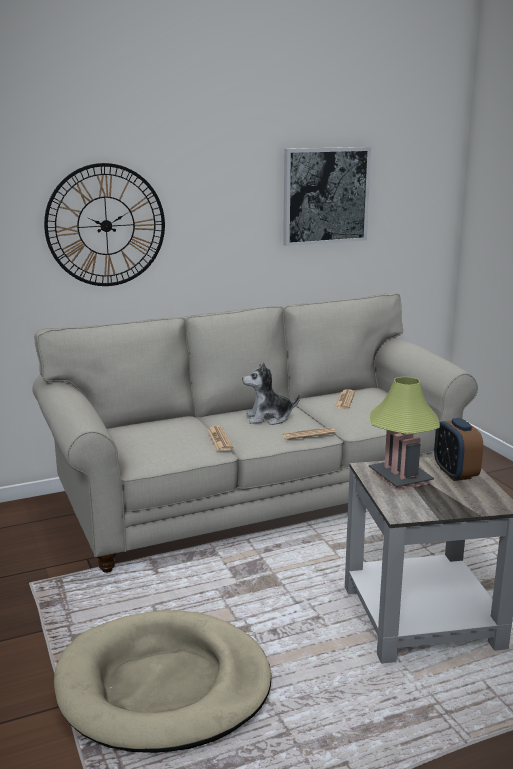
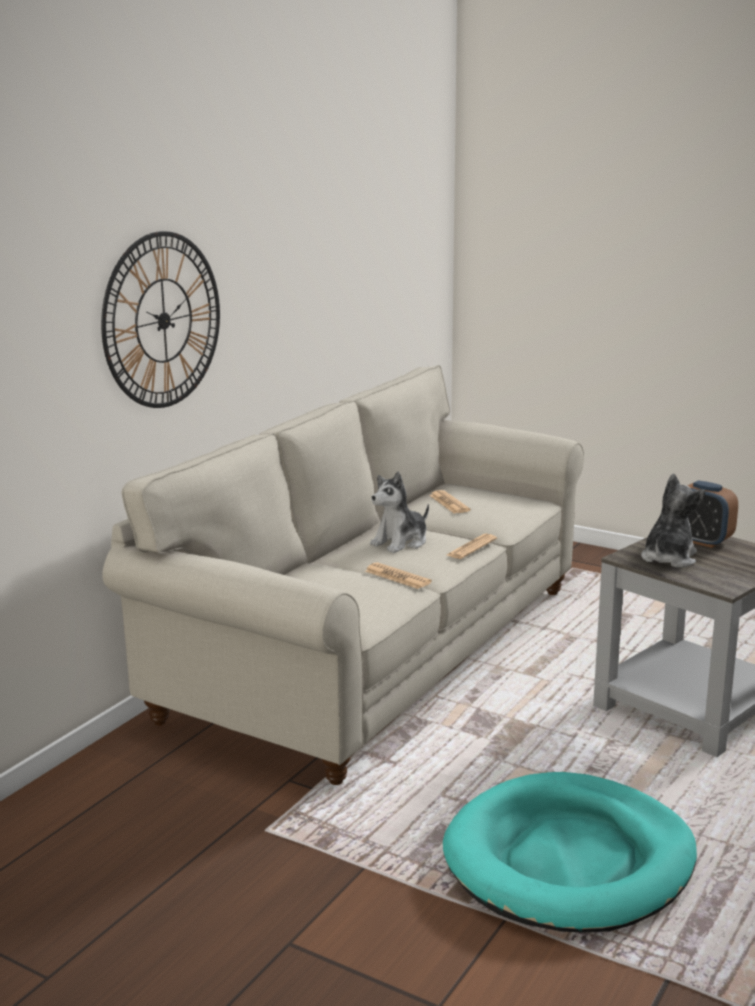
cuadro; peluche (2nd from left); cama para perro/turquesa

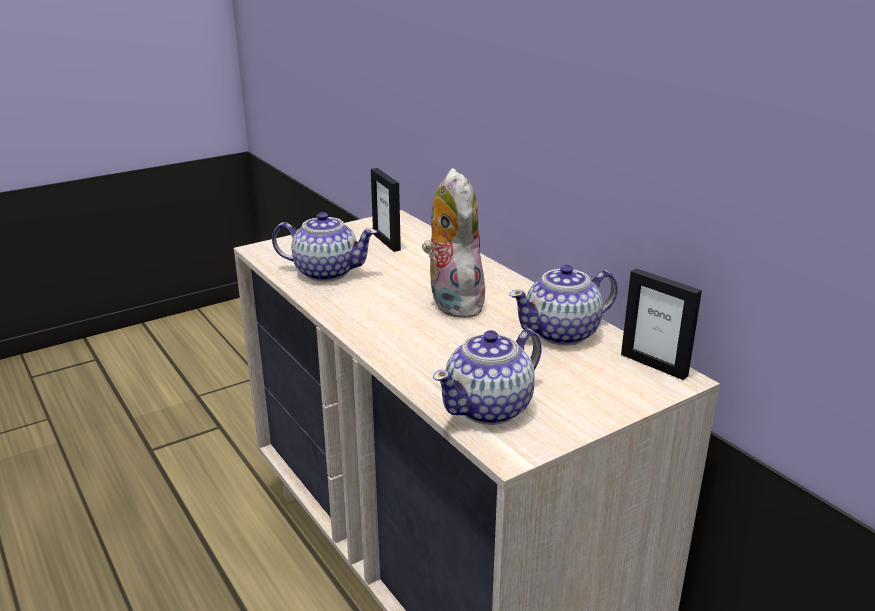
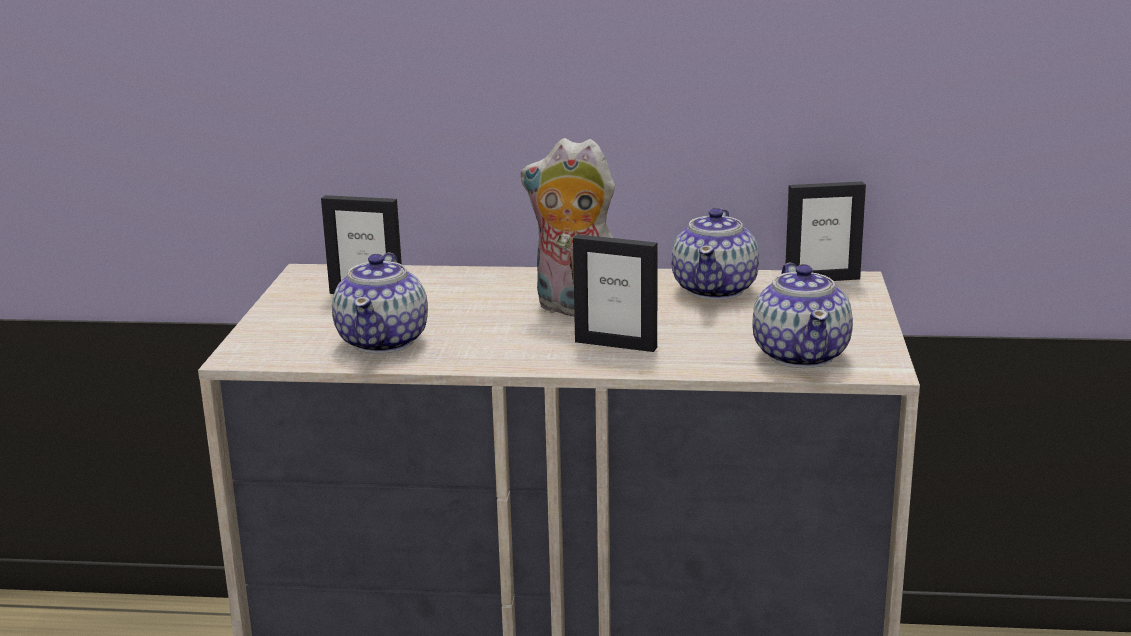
portarretratos (2nd from left); tetera (1st from left)

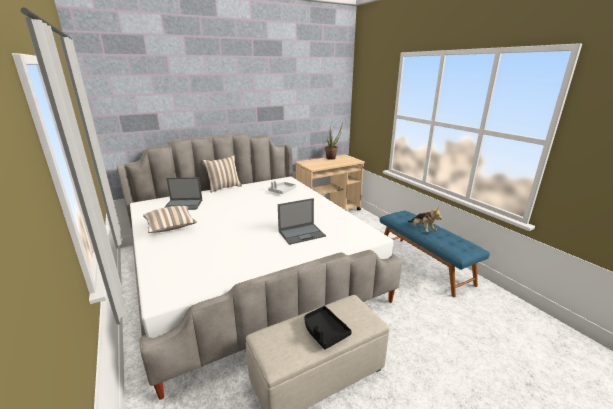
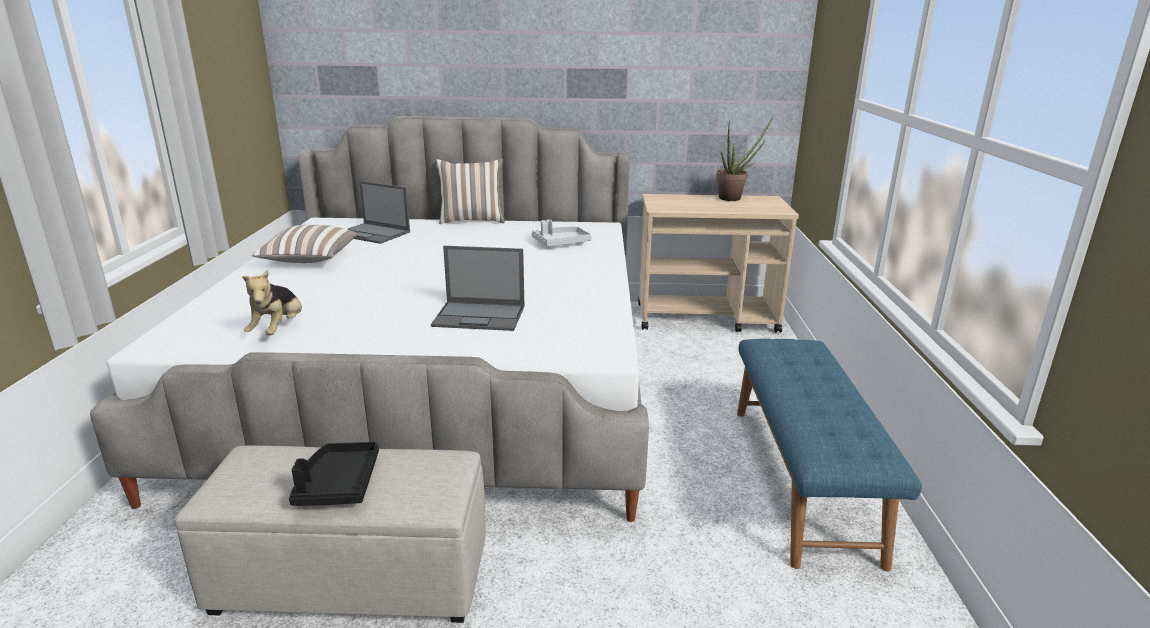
peluche

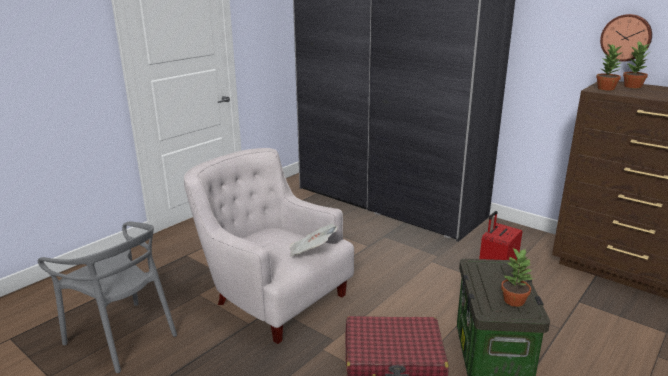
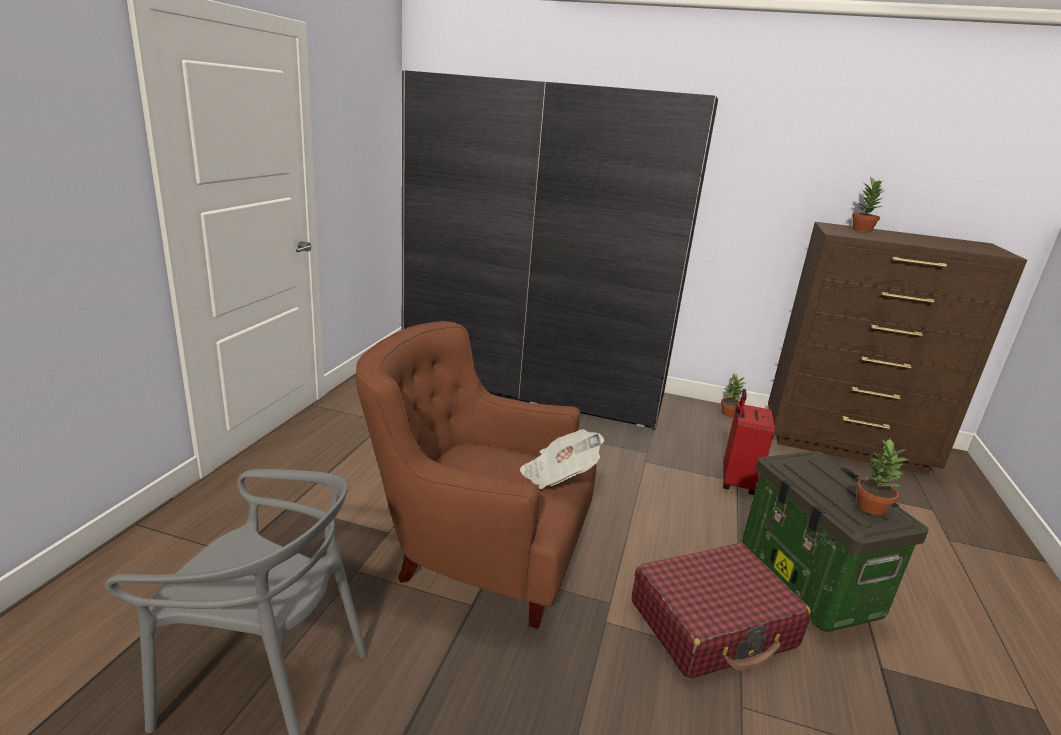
reloj de pared; planta en maceta (1st from left); sillón/marrón

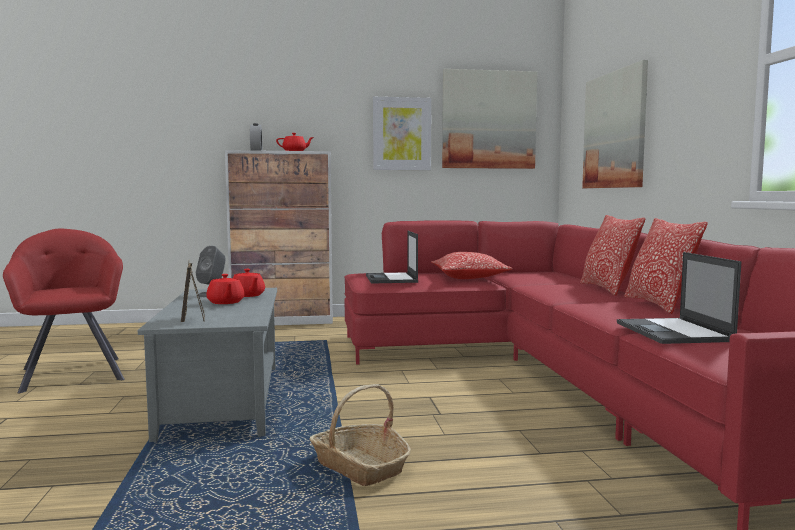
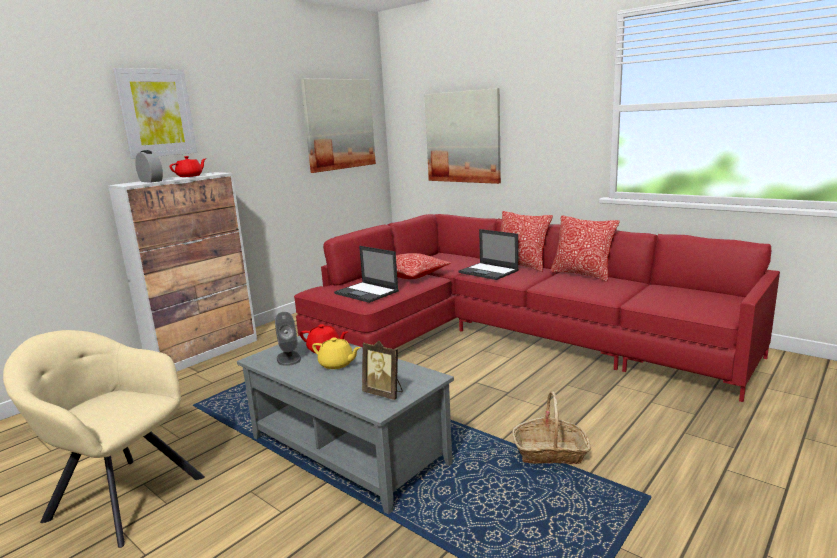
cuadro (1st from left); portátil (2nd from left); sillón/beis; tetera/amarillo

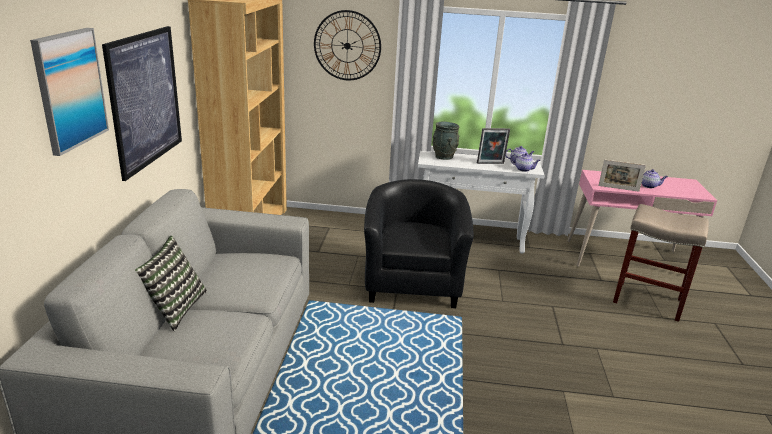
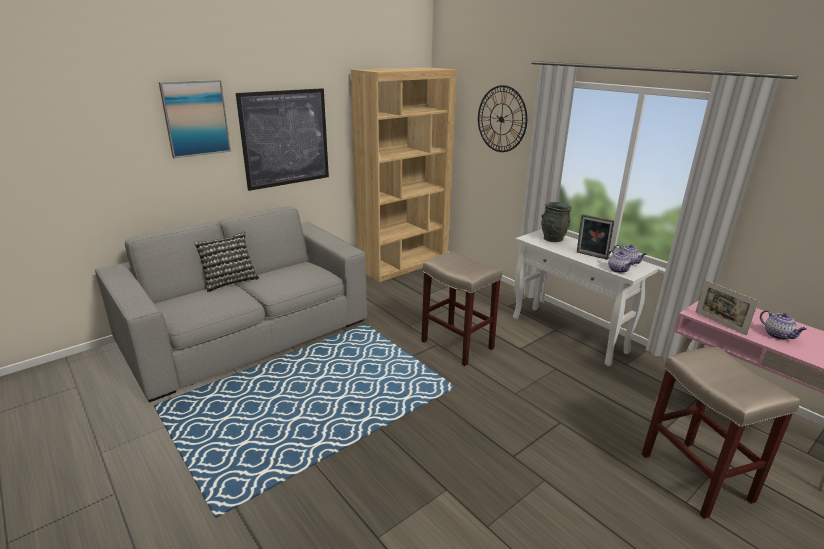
taburete/beis (1st from left)

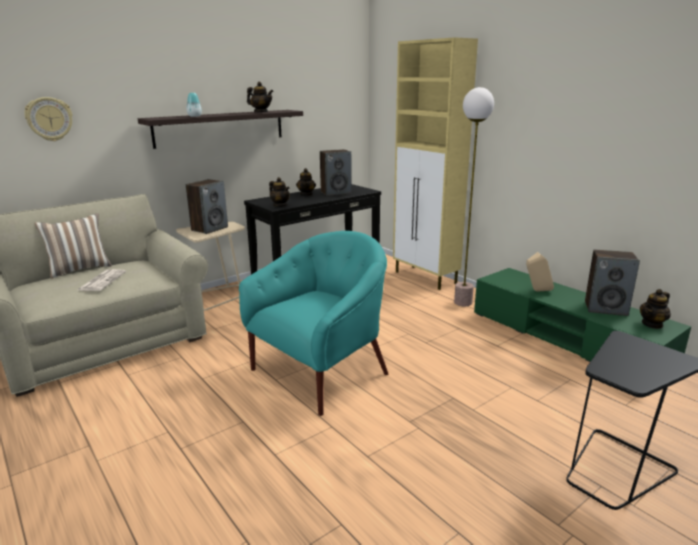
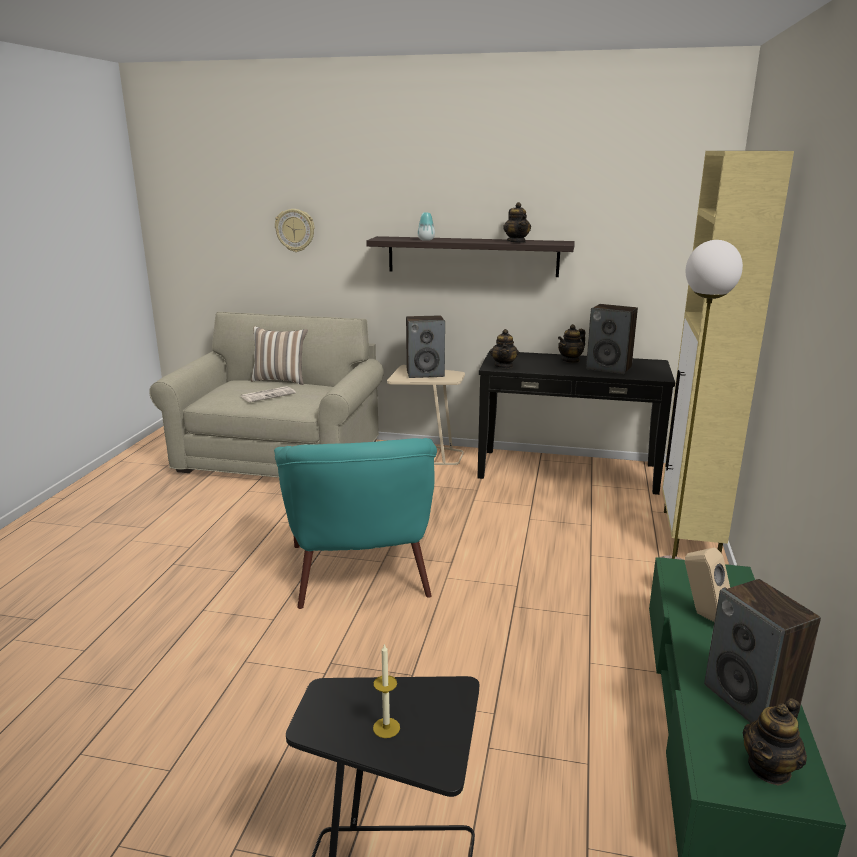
vela; sillón/turquesa; tetera (4th from left)

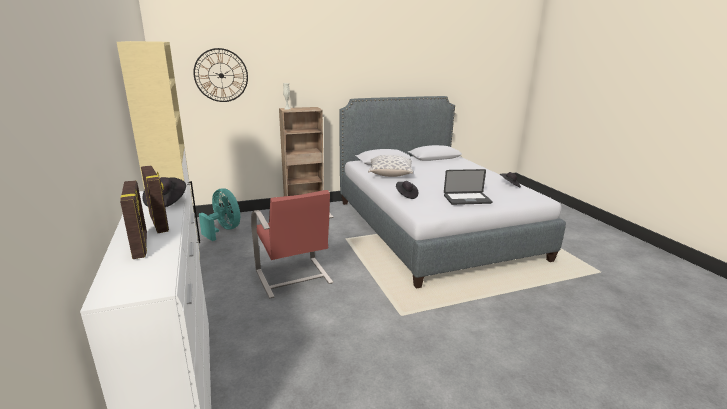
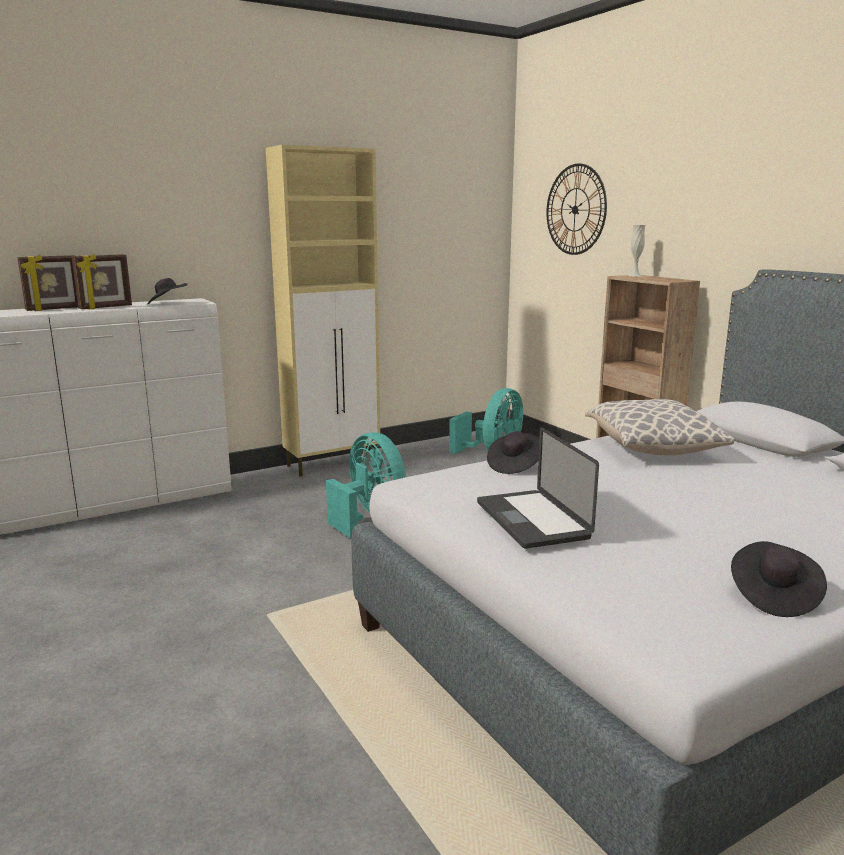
ventilador/turquesa (1st from left)

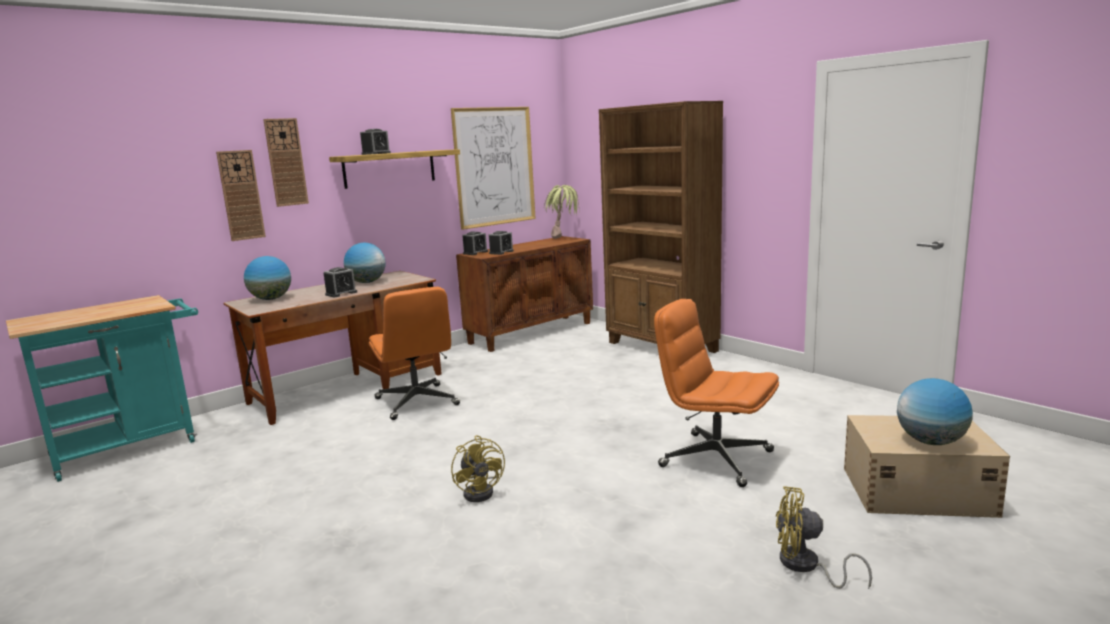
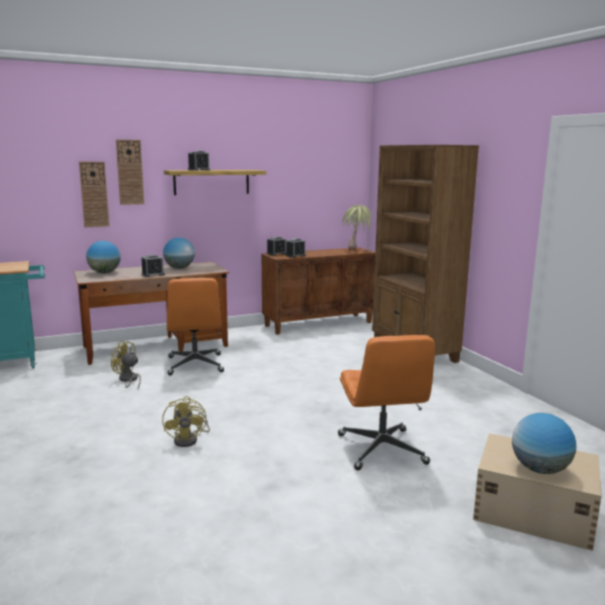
cuadro; ventilador/amarillo (1st from left); silla de oficina/naranja (2nd from left)

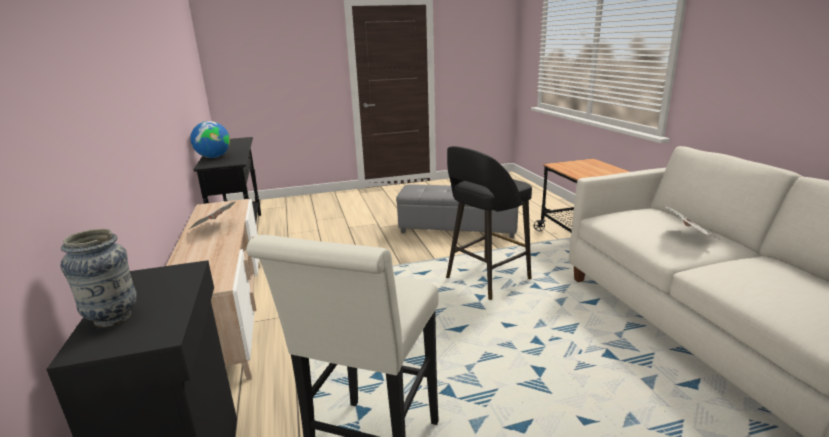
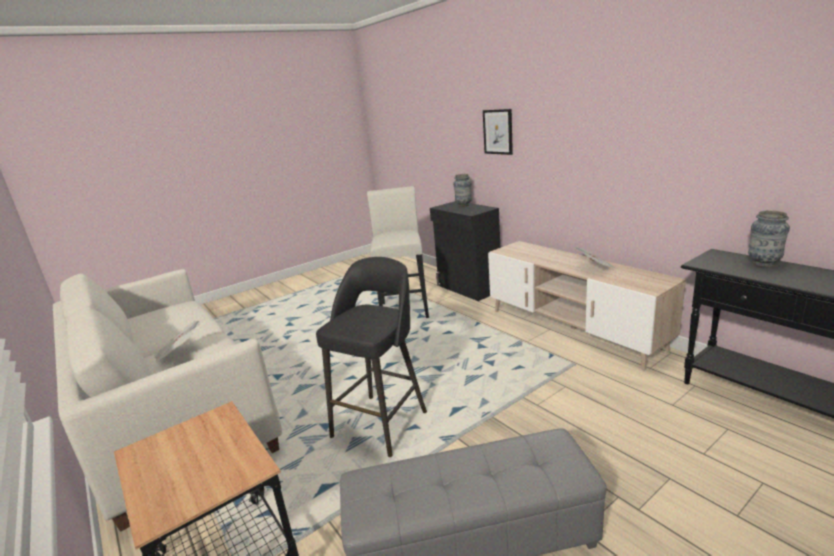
cuadro; florero (2nd from left)

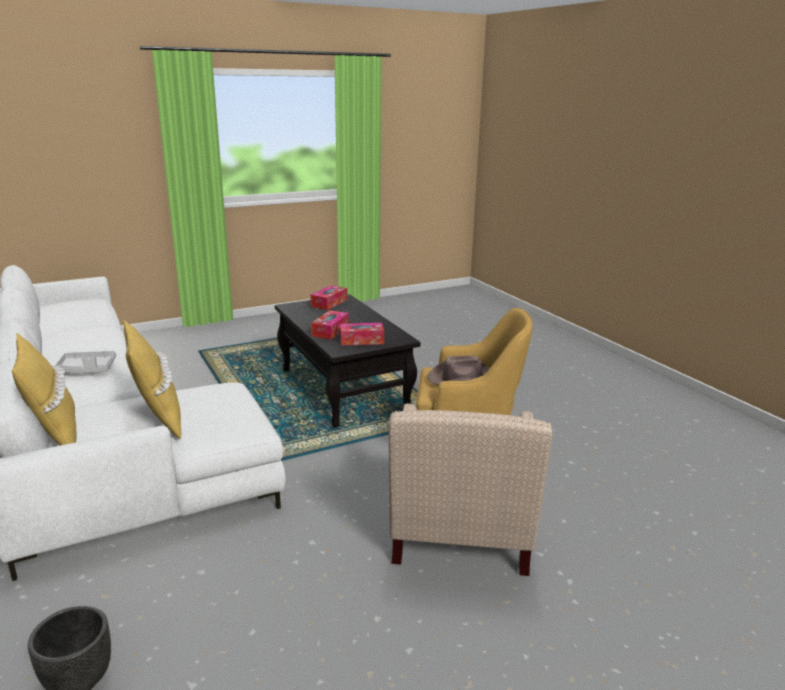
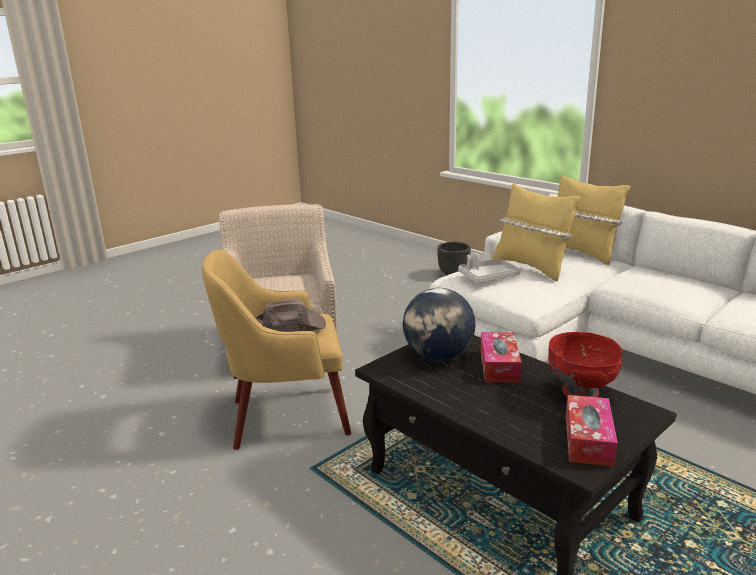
cuenco/rojo; bandeja/gris; globo terráqueo

